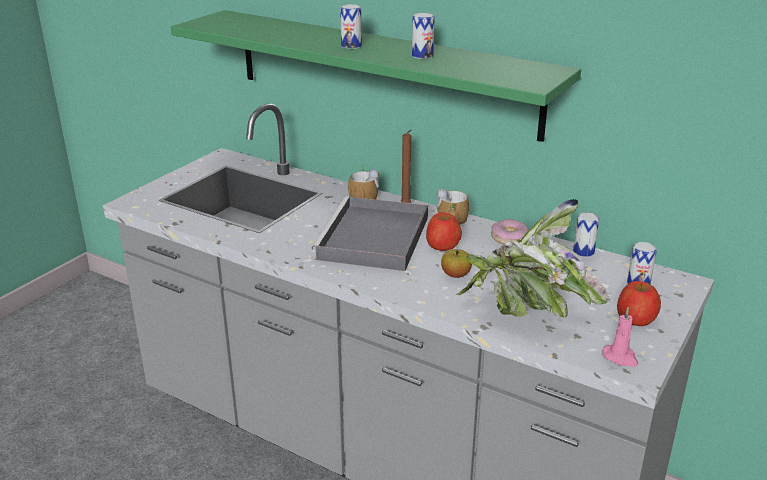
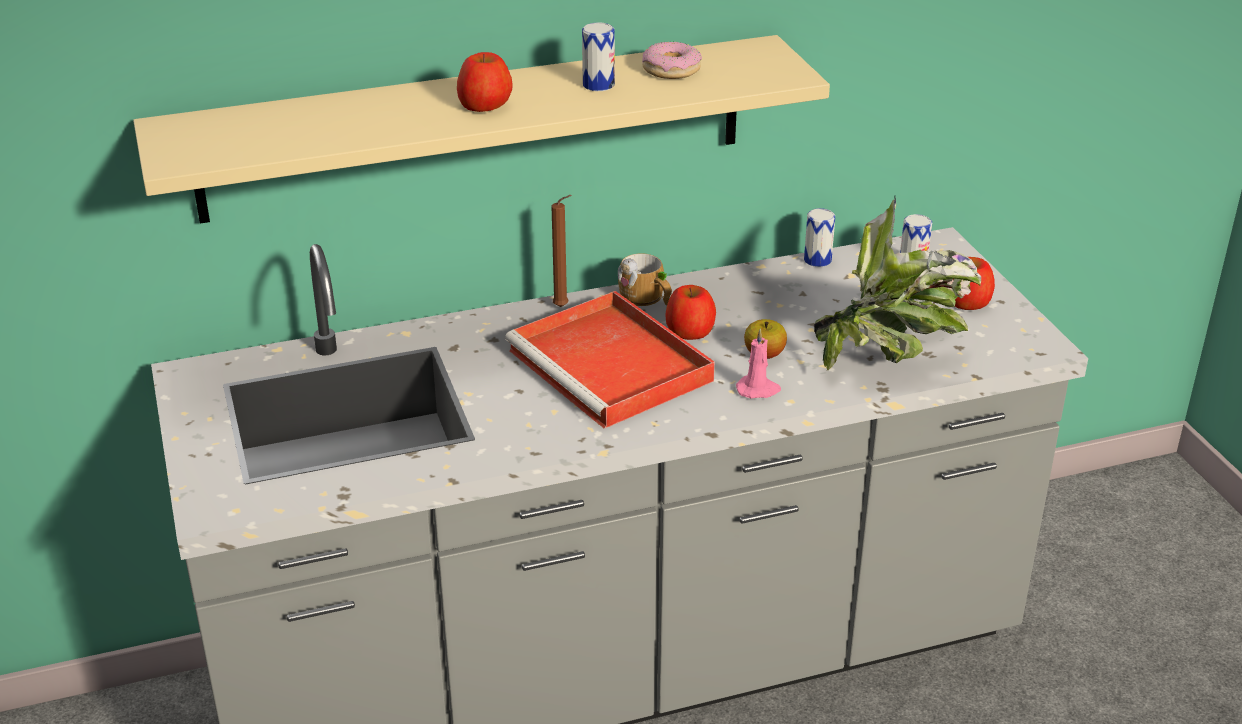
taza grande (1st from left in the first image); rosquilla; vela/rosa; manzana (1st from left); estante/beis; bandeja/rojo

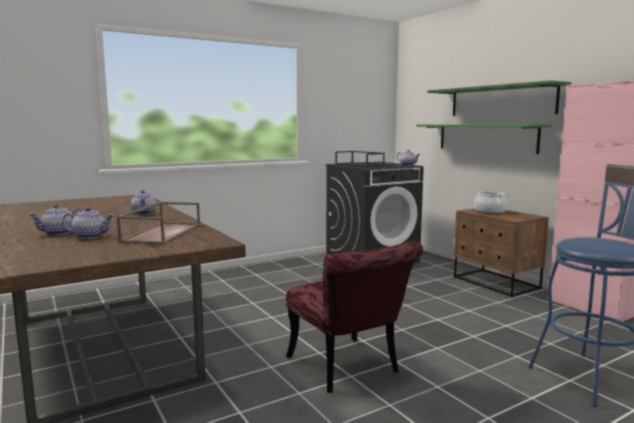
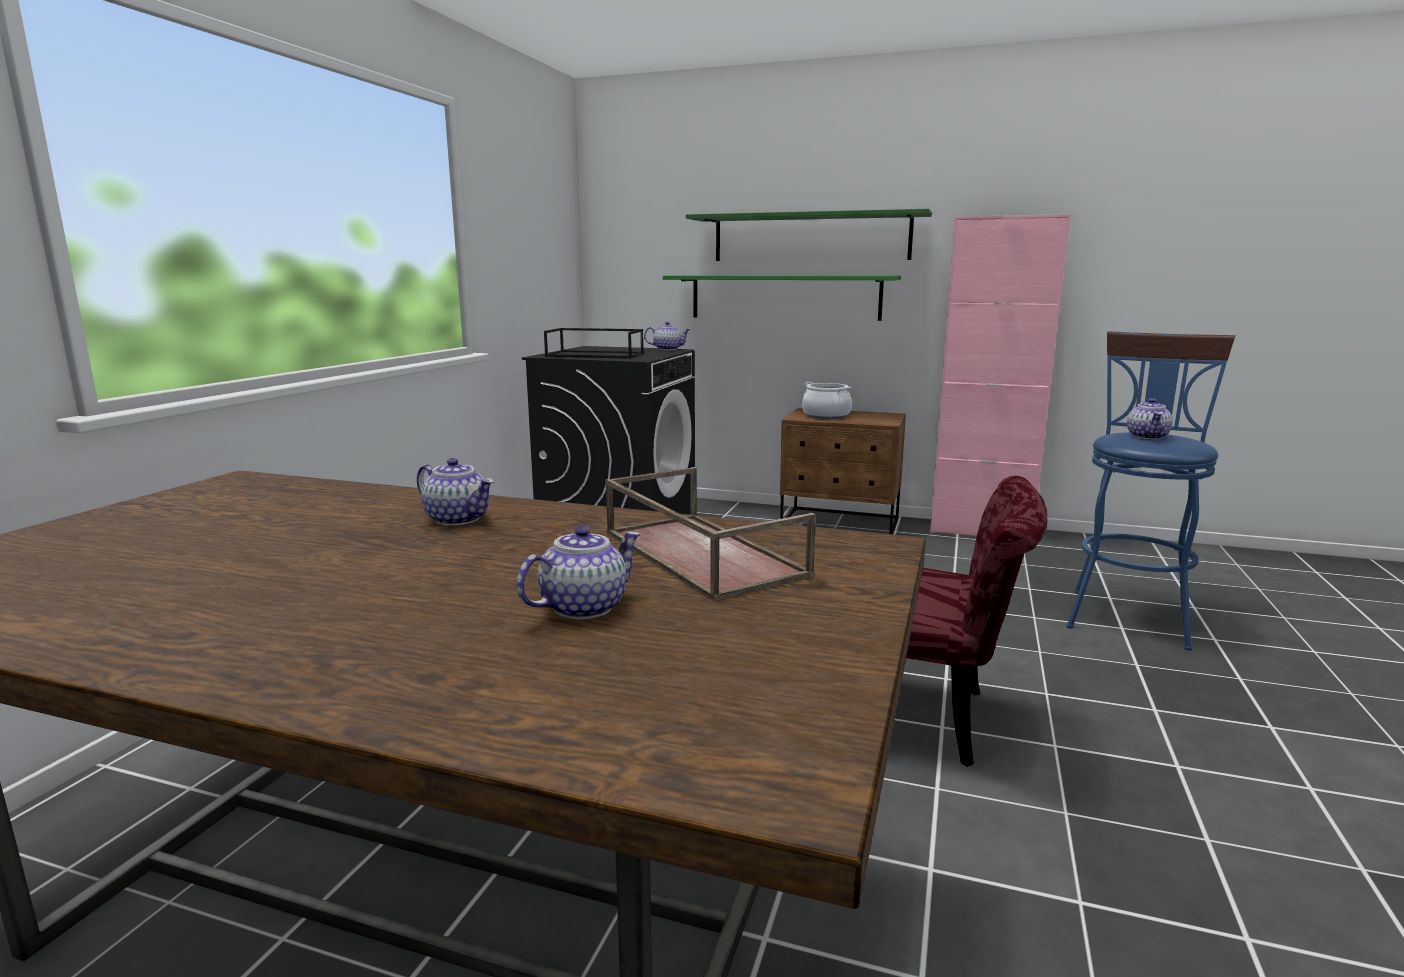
tetera (4th from left)

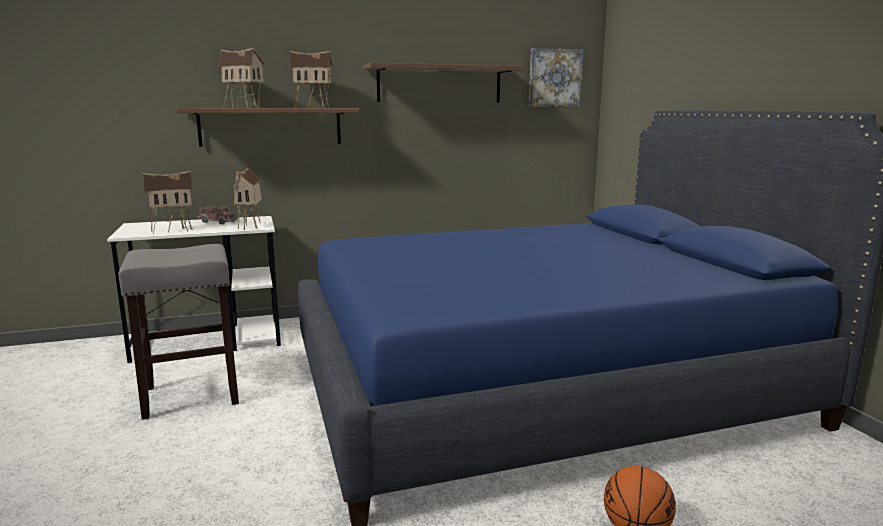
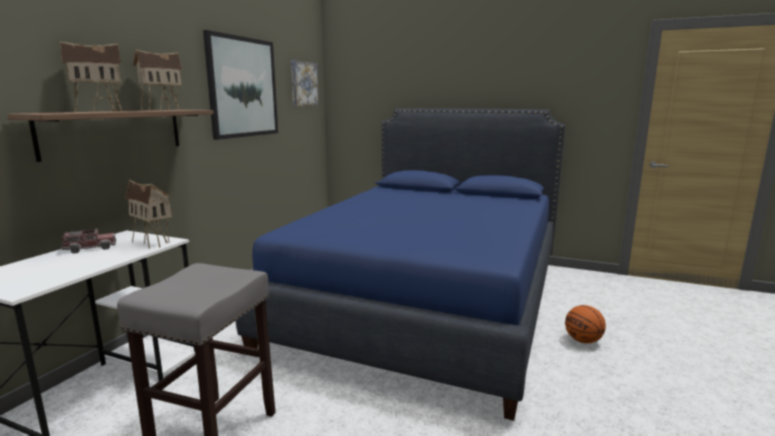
casita (1st from left in the first image); cuadro (1st from left)

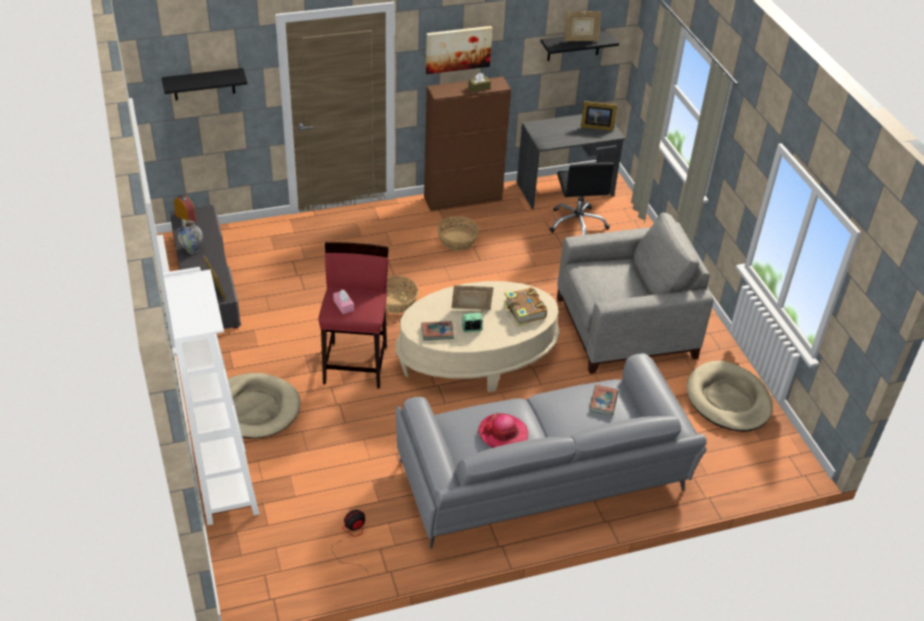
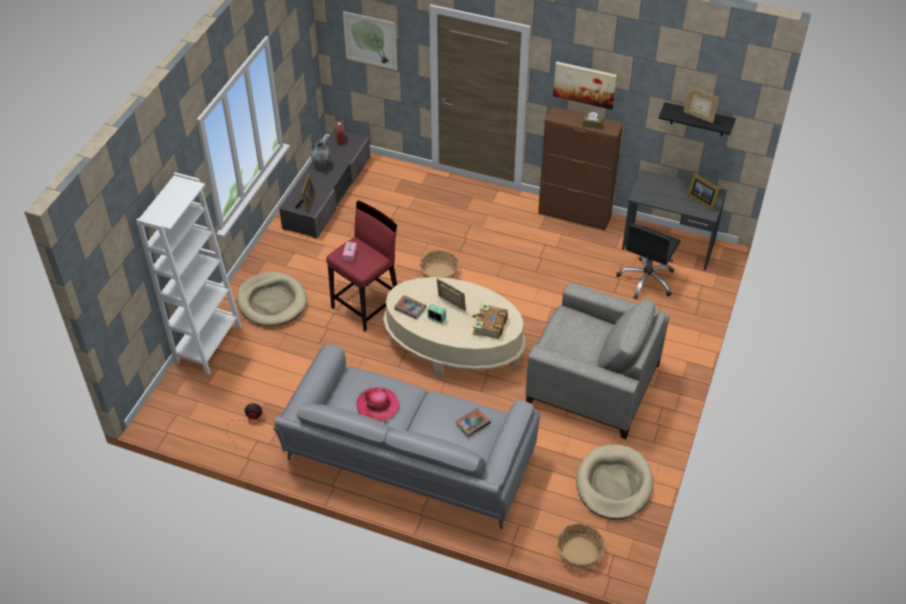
cesta (2nd from left); cuadro (1st from left)

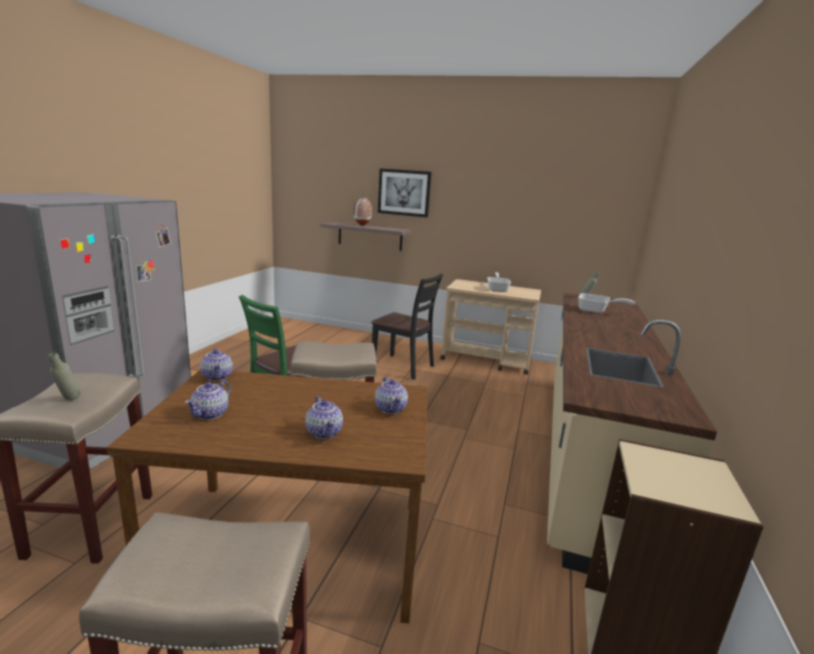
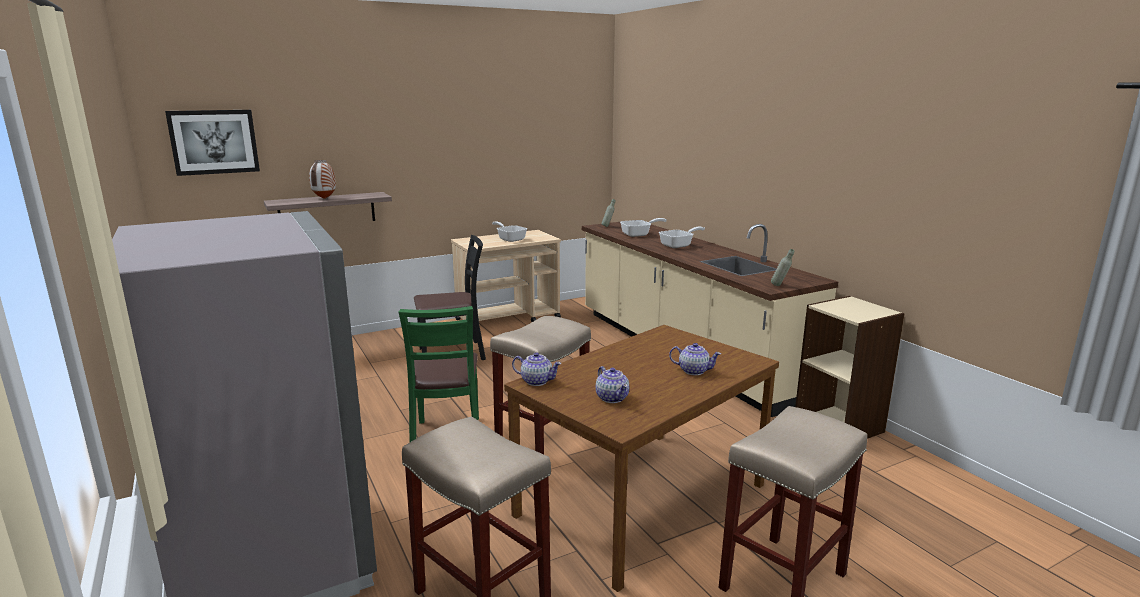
tetera (4th from left in the first image); sartén (3rd from left); botella/gris (2nd from left); cuadro

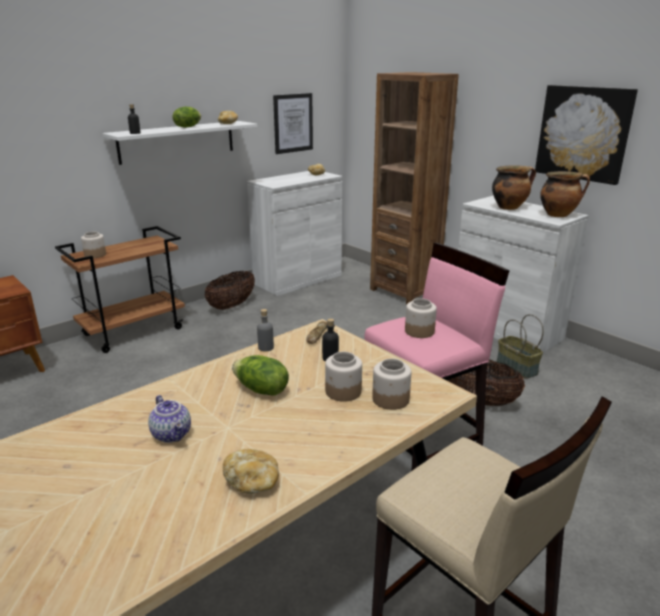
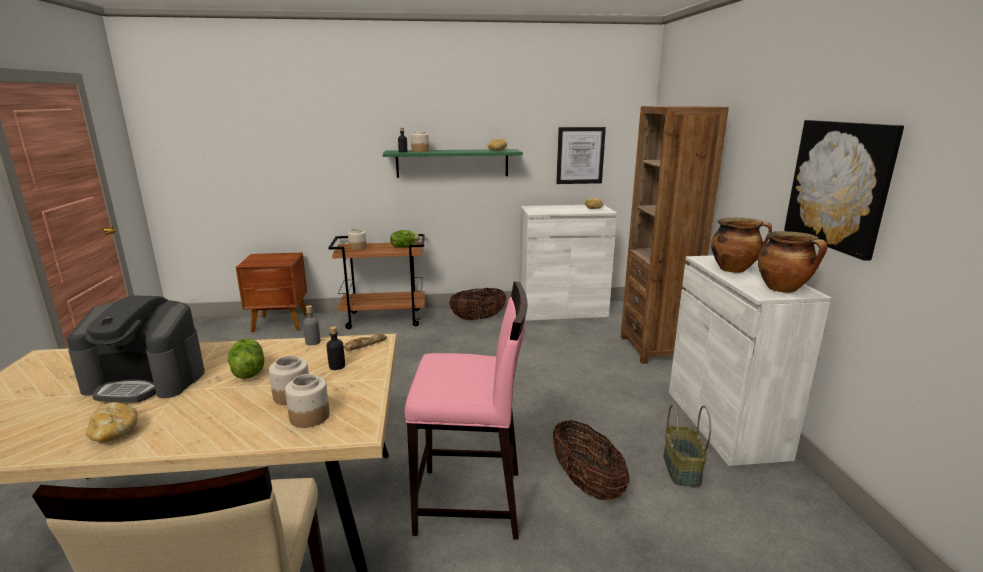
lechuga (2nd from left); tarro (4th from left); cafetera; estante/verde

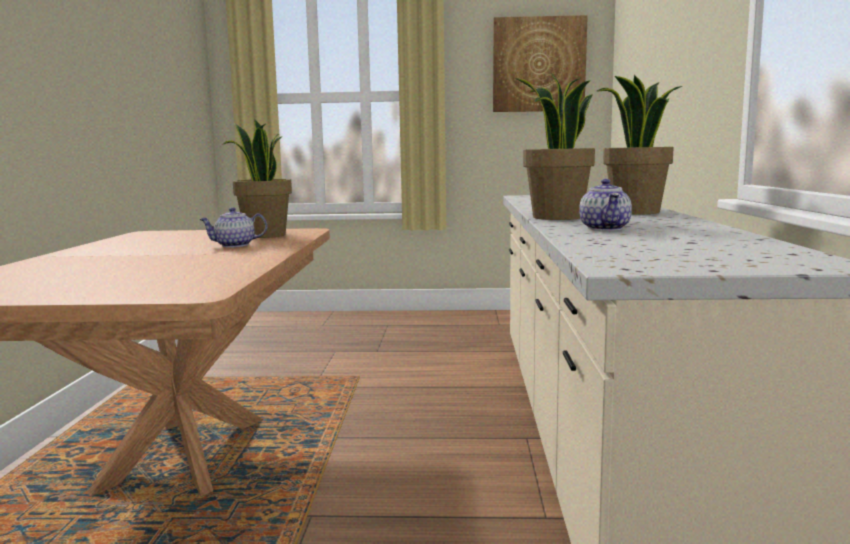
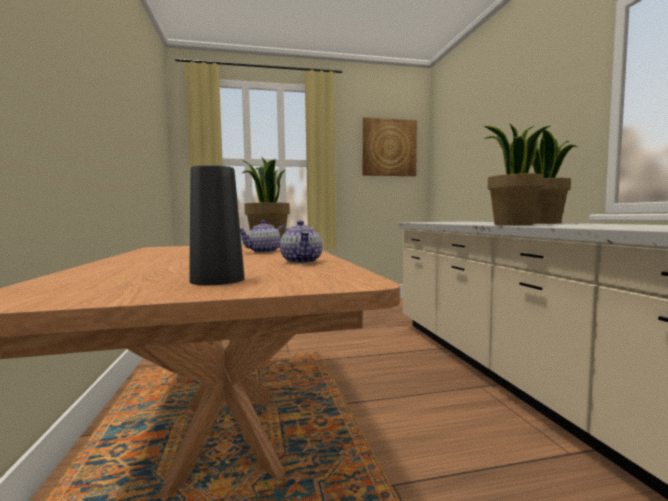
florero/negro; tetera (2nd from left)

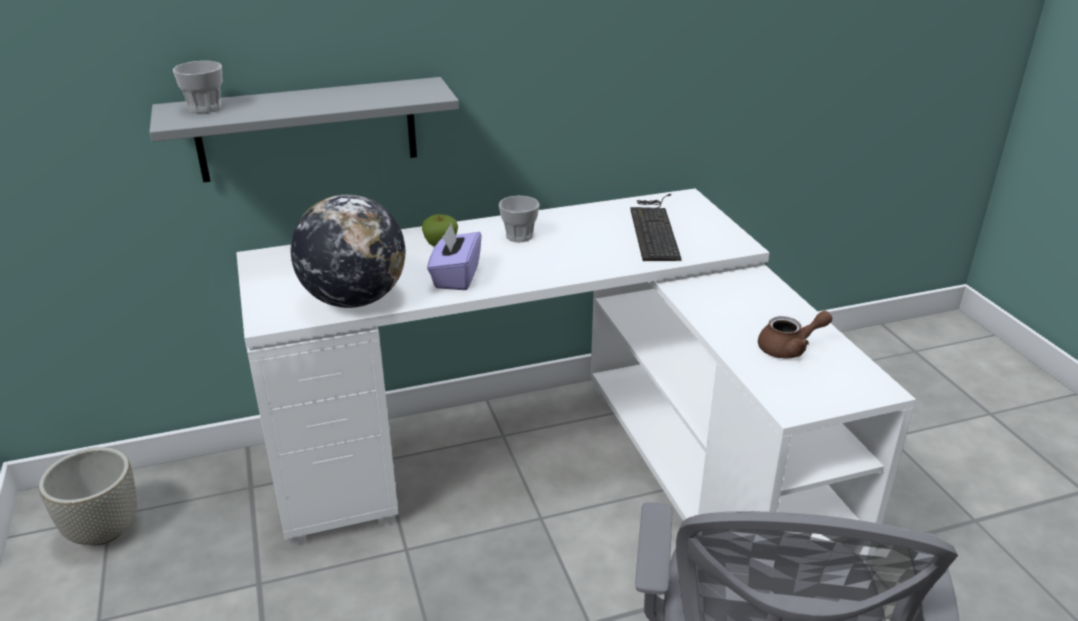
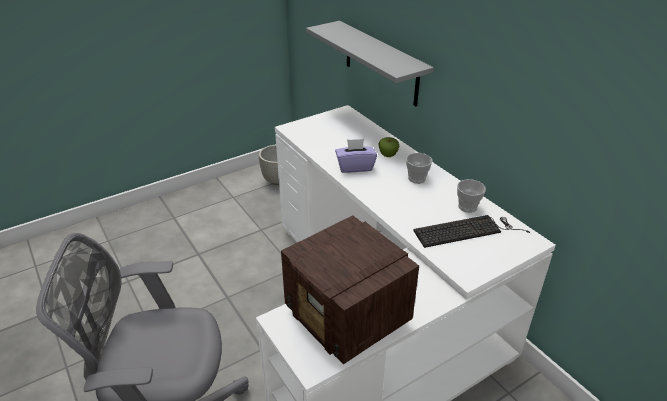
globo terráqueo; taza (2nd from left); radio

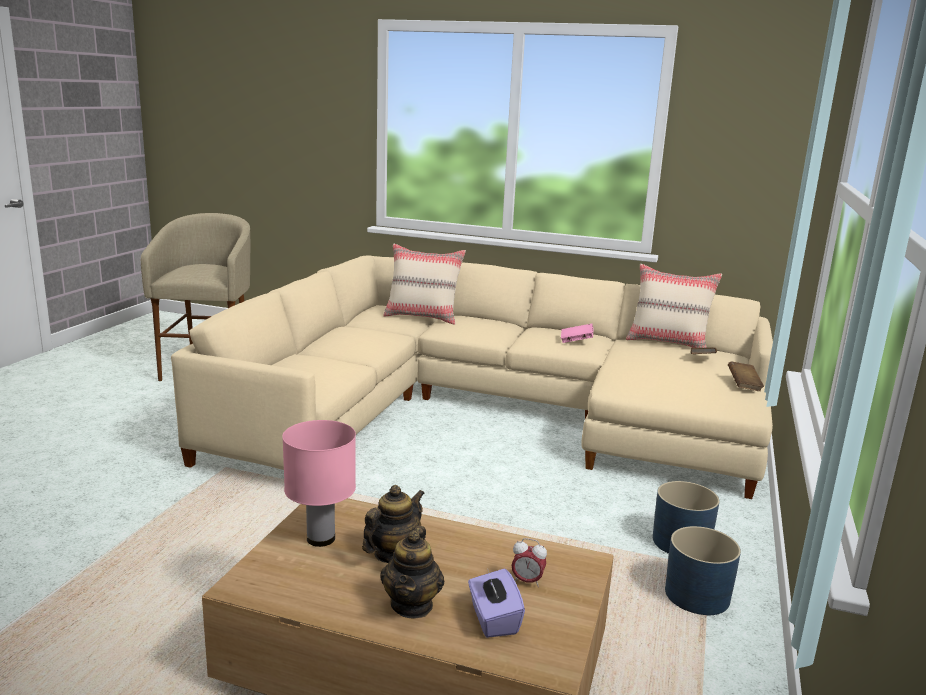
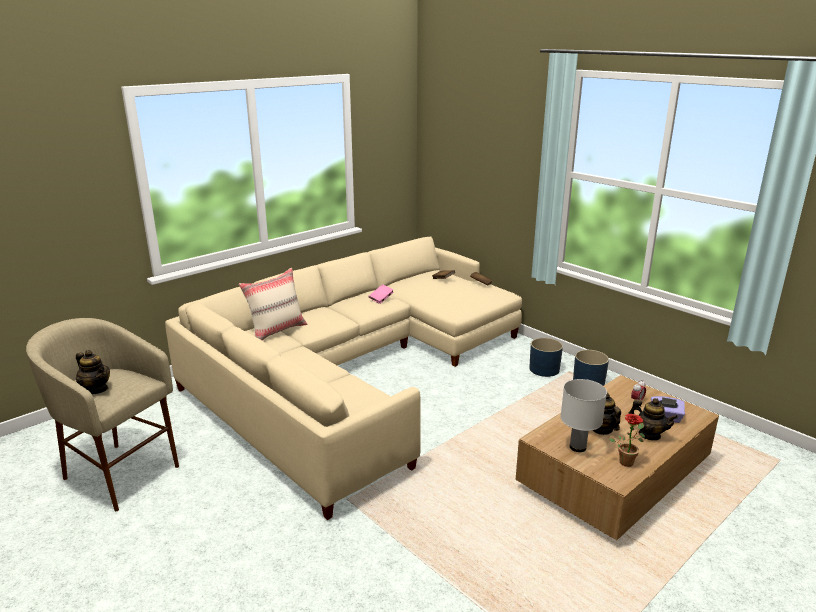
cojín/beis (2nd from left in the first image); tetera (1st from left); planta en maceta; lámpara de mesa/blanco

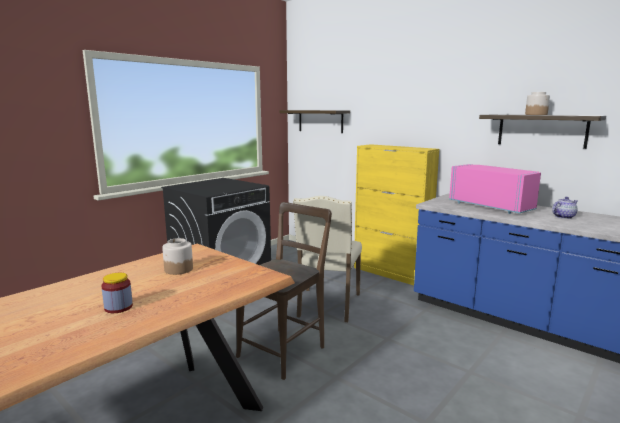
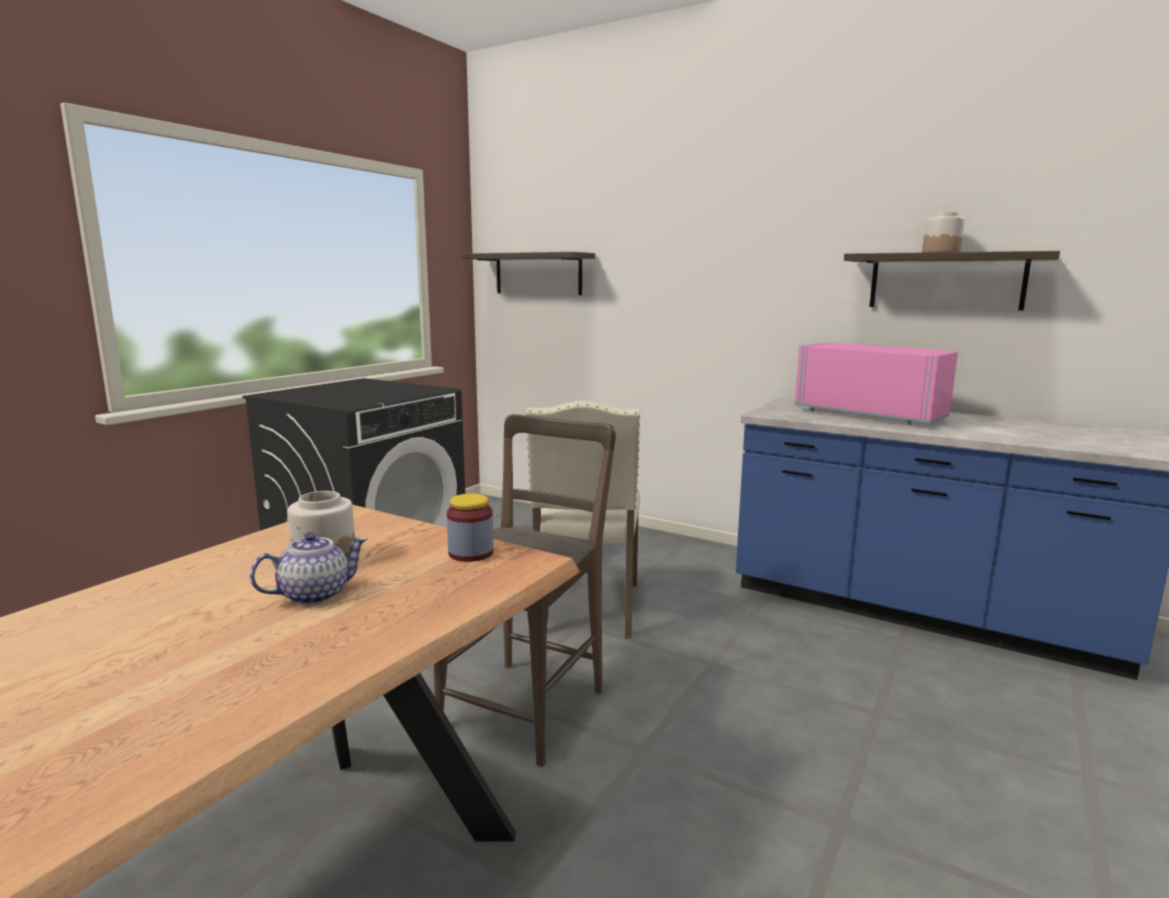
armario/amarillo; tarro (2nd from left); tetera

